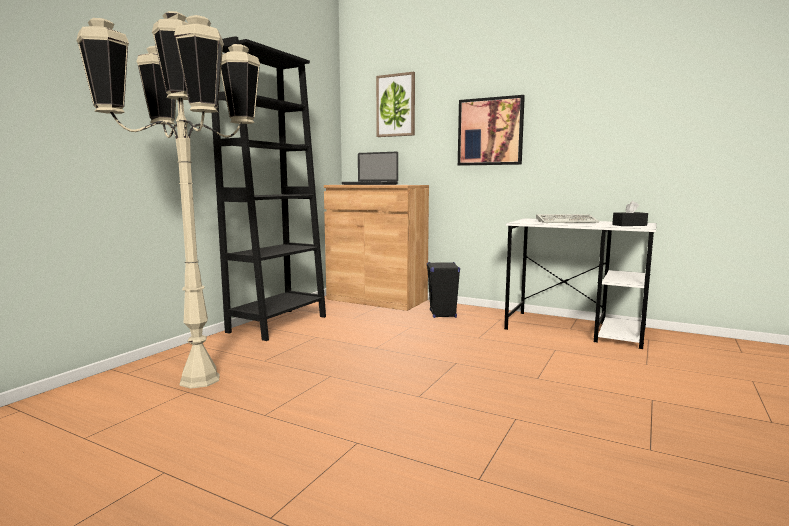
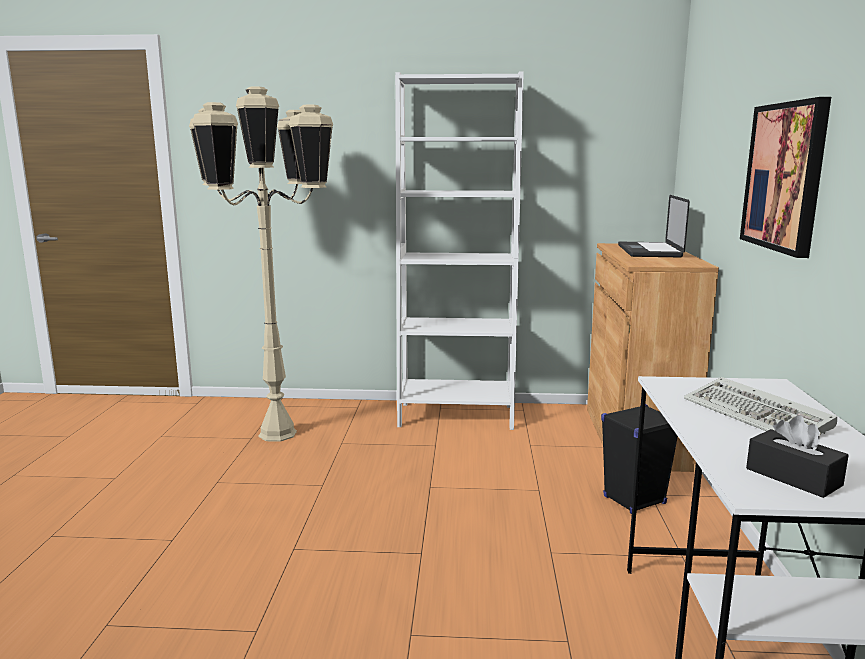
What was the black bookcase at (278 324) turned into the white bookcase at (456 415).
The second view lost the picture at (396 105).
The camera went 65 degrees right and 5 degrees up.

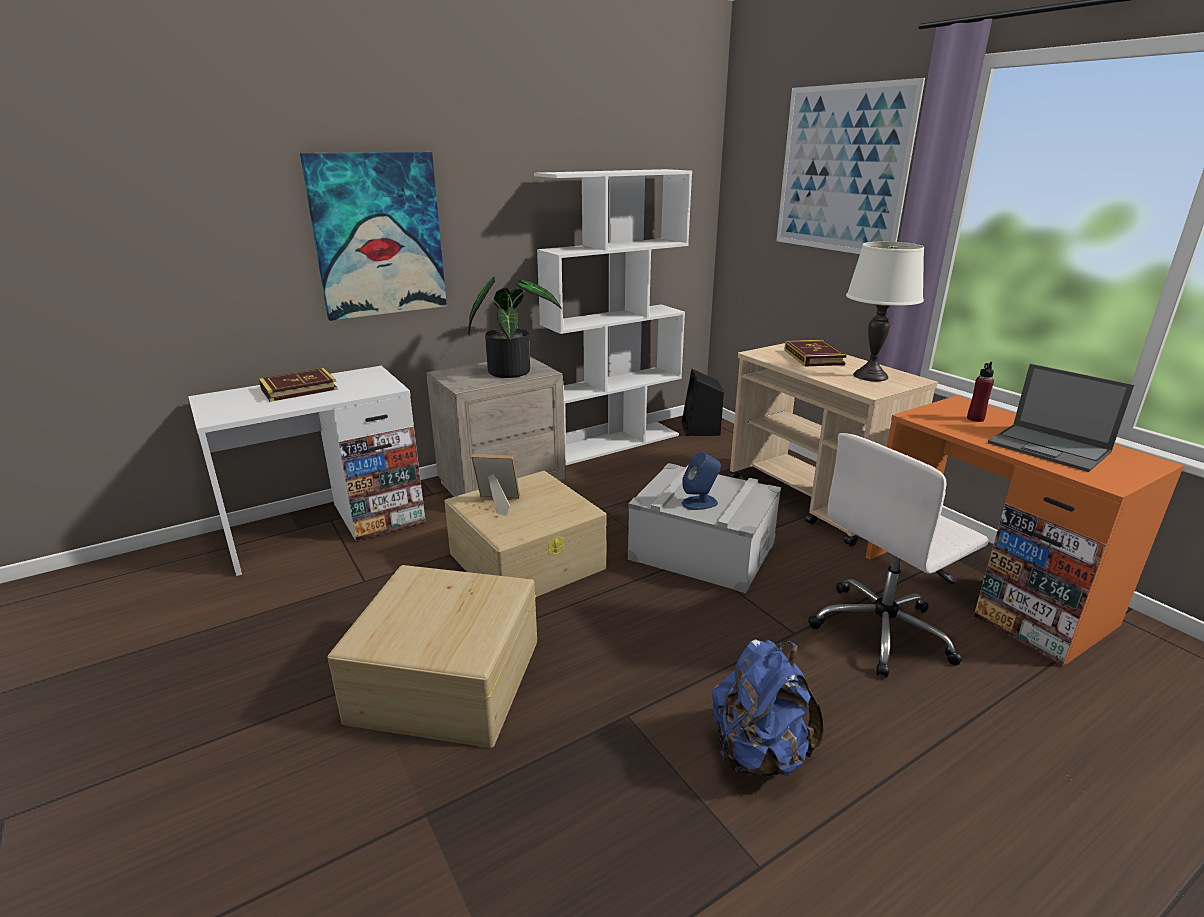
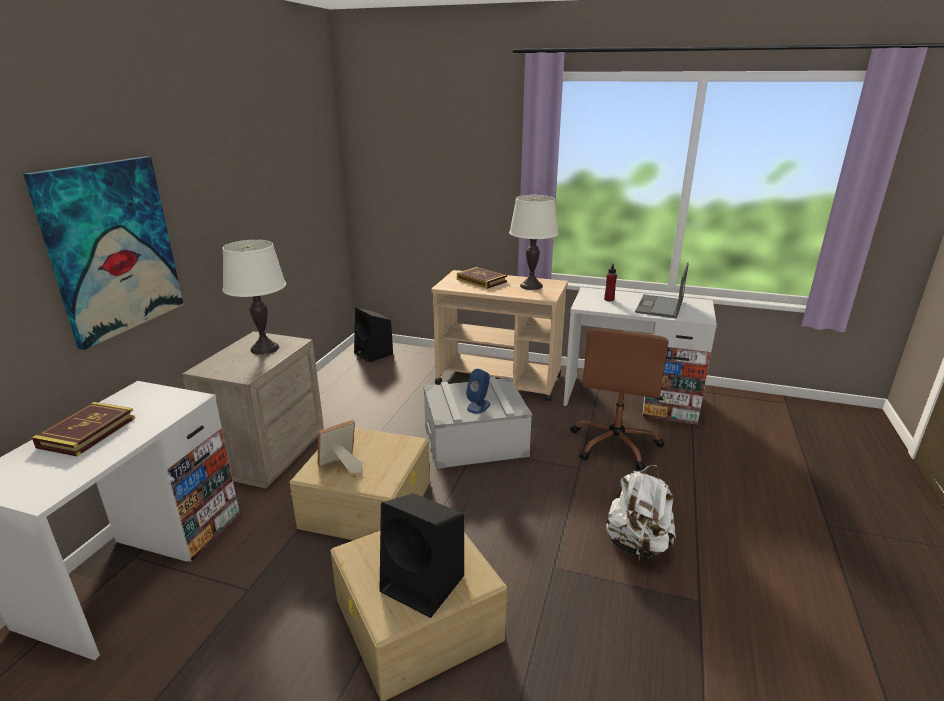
Where the potted plant stood at (512 370), the white table lamp came to stand at (264 348).
The second view gained the black speaker at (425 584).
What was the orange desk at (984 588) turned into the white desk at (630 399).
What was the white office chair at (883 631) turned into the brown office chair at (615 444).
What was the blue backpack at (758 754) turned into the white backpack at (637 545).
The laptop at (1050 448) ended up facing another way, 105 degrees clockwise from before.
The second view lost the white bookcase at (613 443).
The second view lost the picture at (841 170).
The camera went 40 degrees left and 0 degrees up.

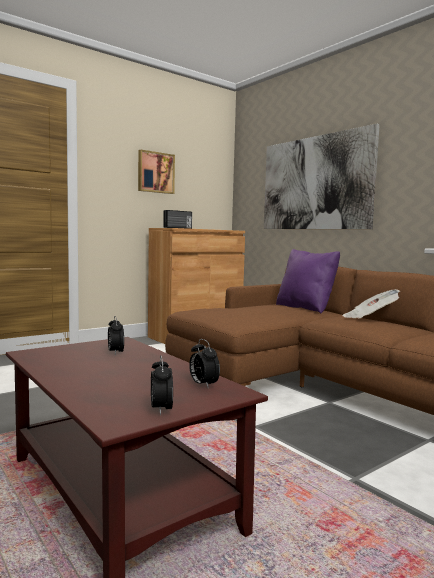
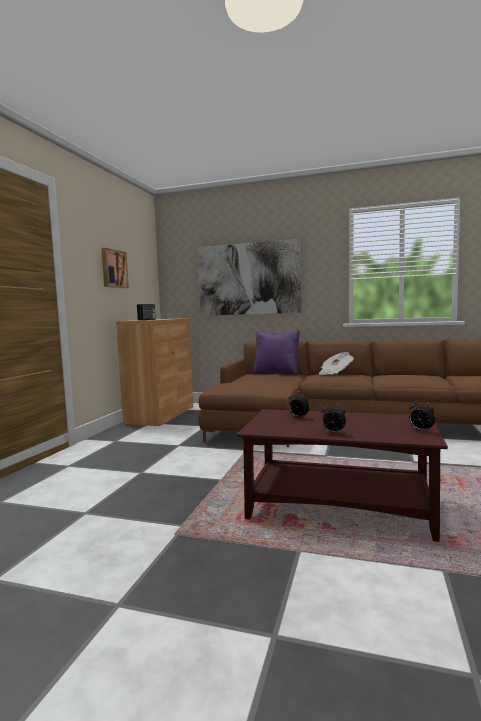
The alarm clock ended up elsewhere, having gone from (203 385) to (333 433).
The camera went 35 degrees left and 0 degrees up.

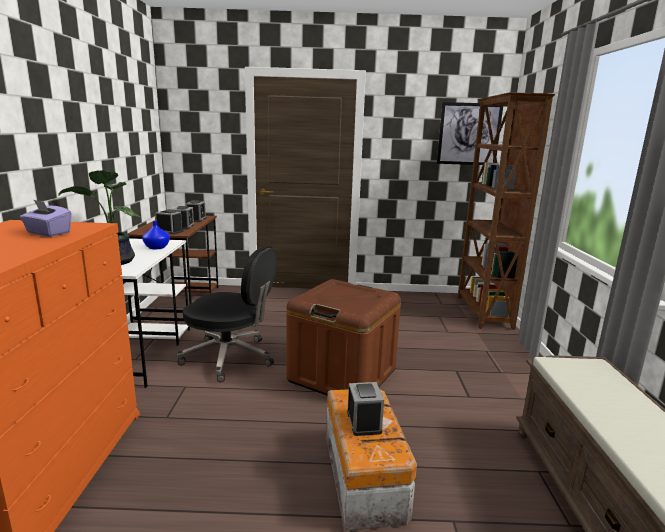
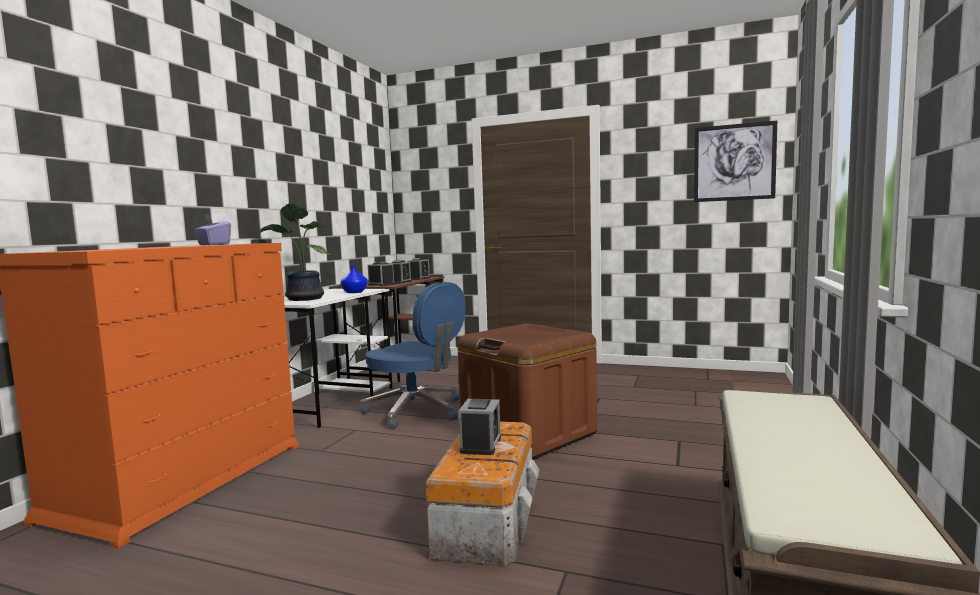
What was the black office chair at (230 357) turned into the blue office chair at (416 411).
The second view lost the brown bookcase at (483 312).
The camera went 20 degrees right and 10 degrees down.

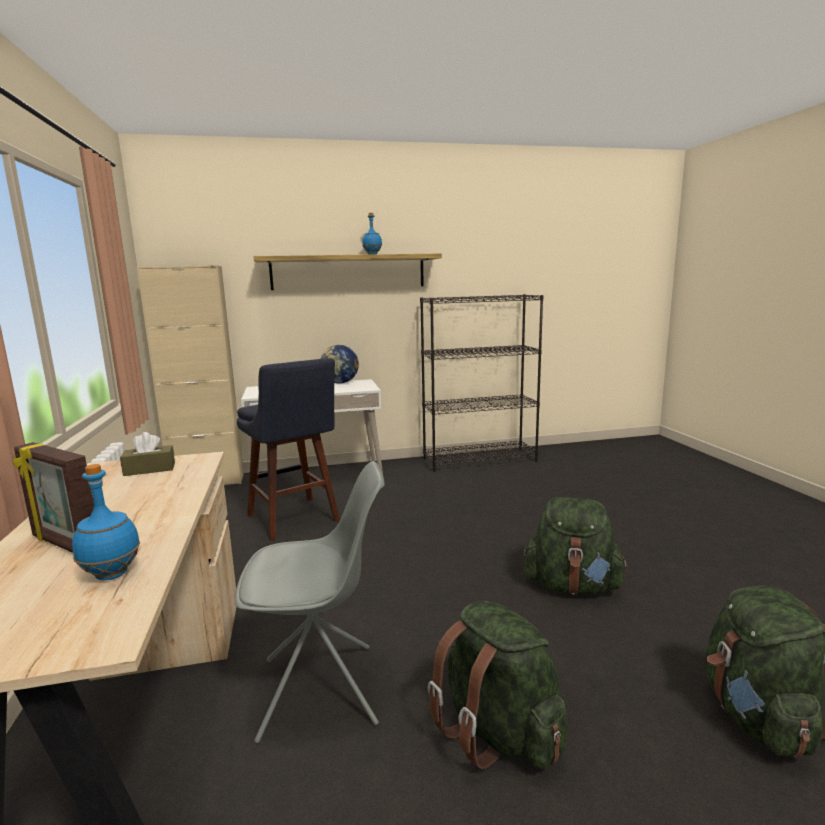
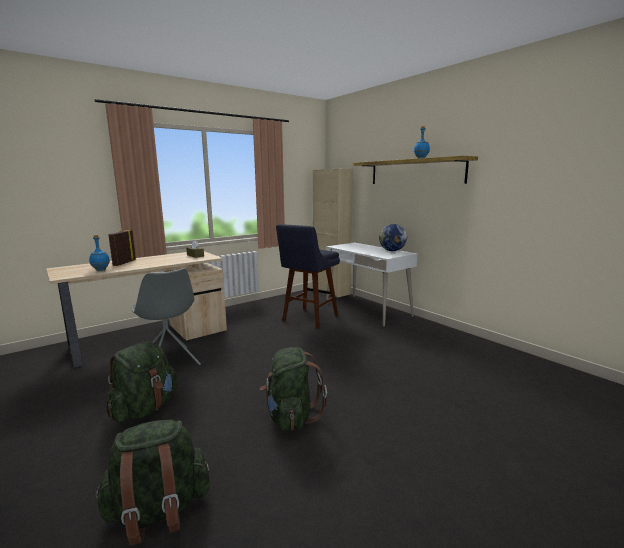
The second view lost the black bookcase at (480 459).
The camera went 65 degrees right and 0 degrees up.

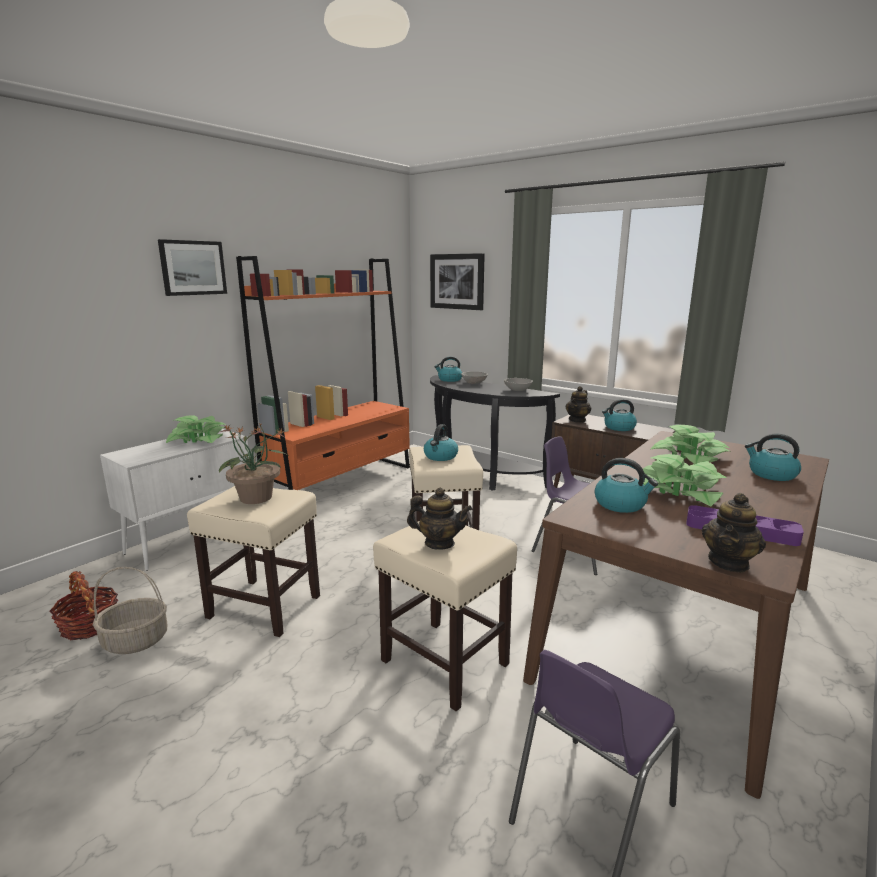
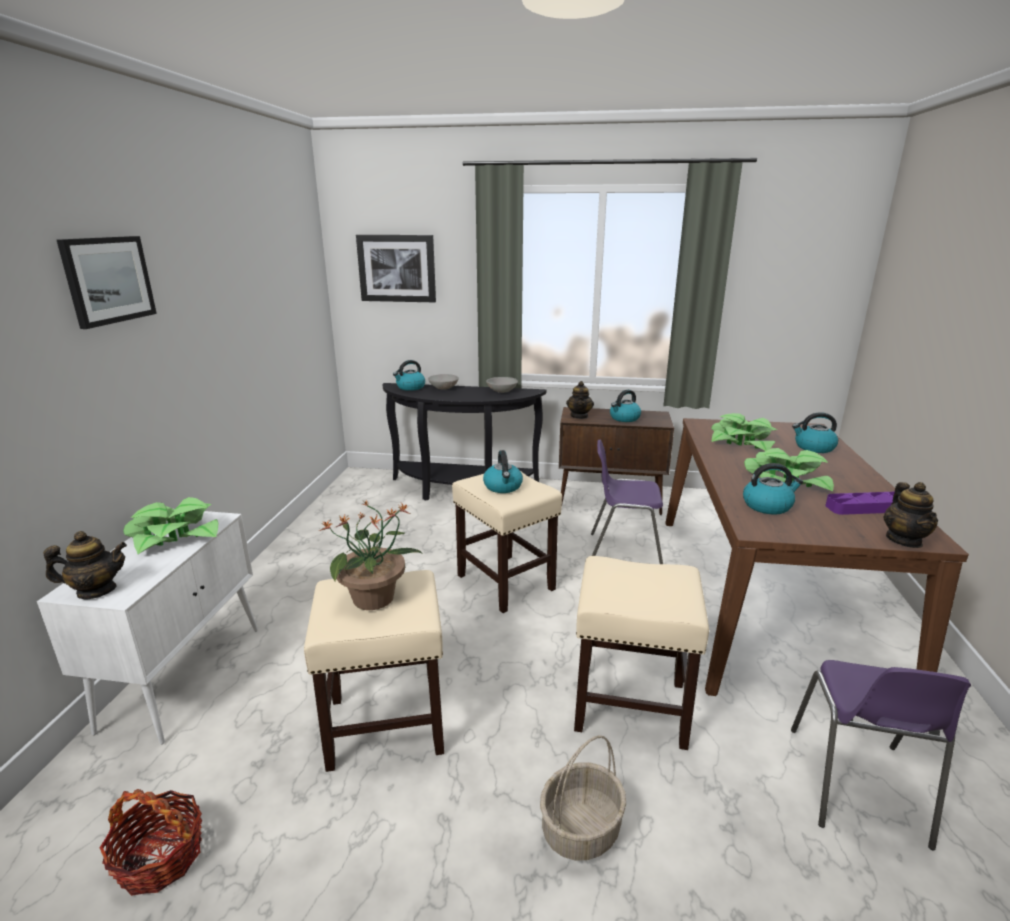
The teapot ended up elsewhere, having gone from (439 543) to (96 590).
The basket ended up elsewhere, having gone from (135 641) to (581 830).
The second view lost the orange bookcase at (341 483).
The camera went 30 degrees left and 5 degrees up.

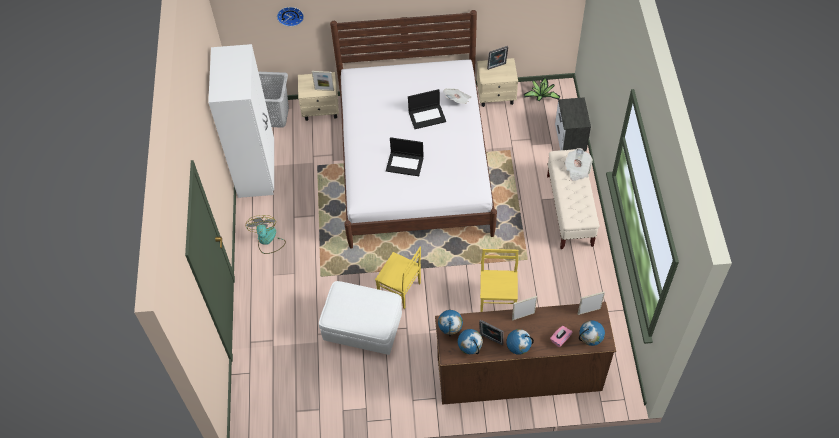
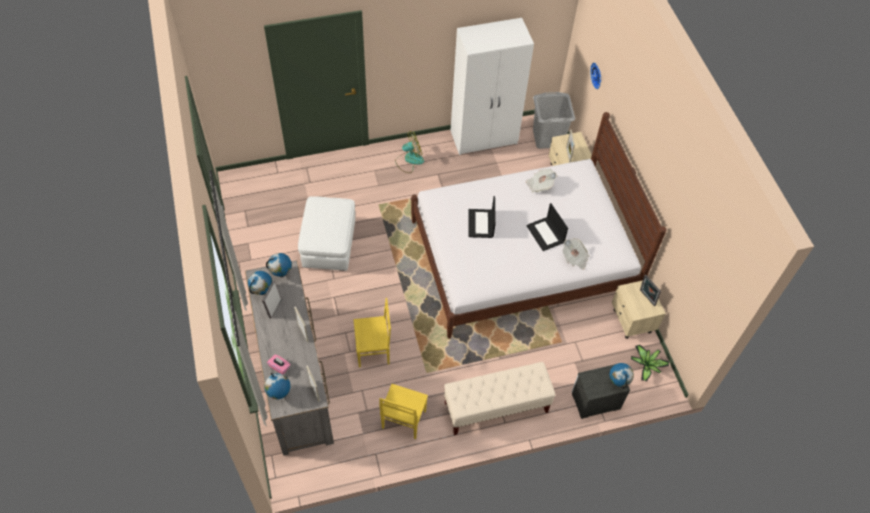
What was the brown dresser at (518 374) turned into the grey dresser at (294 377).
The yellow chair ended up elsewhere, having gone from (400 290) to (403 420).
The newspaper ended up elsewhere, having gone from (577 169) to (539 185).
The globe ended up elsewhere, having gone from (518 350) to (618 382).
The camera went 75 degrees right and 0 degrees up.

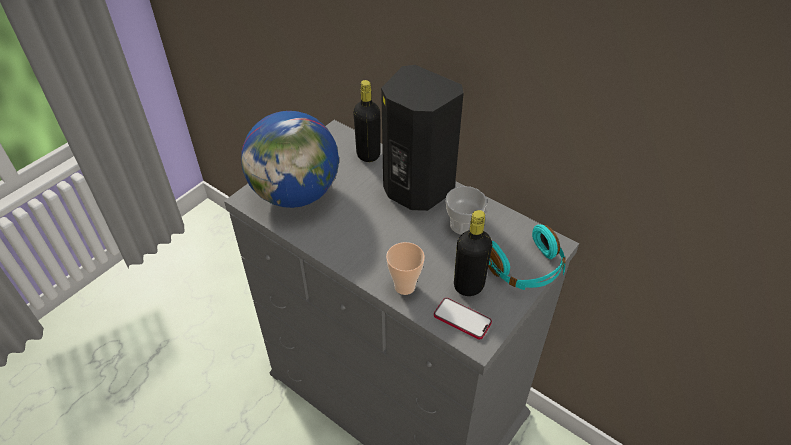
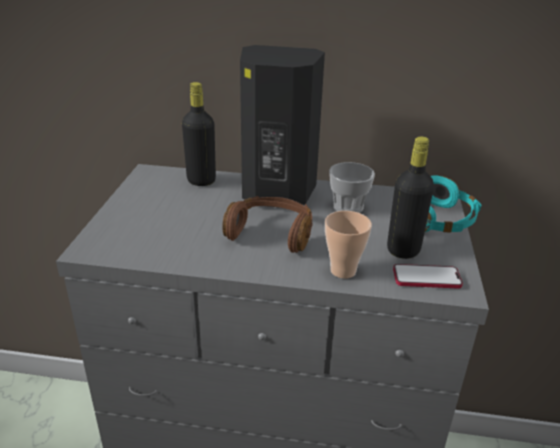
The second view gained the brown headphones at (271 233).
The second view lost the globe at (296 194).
The camera went 30 degrees left and 15 degrees down.

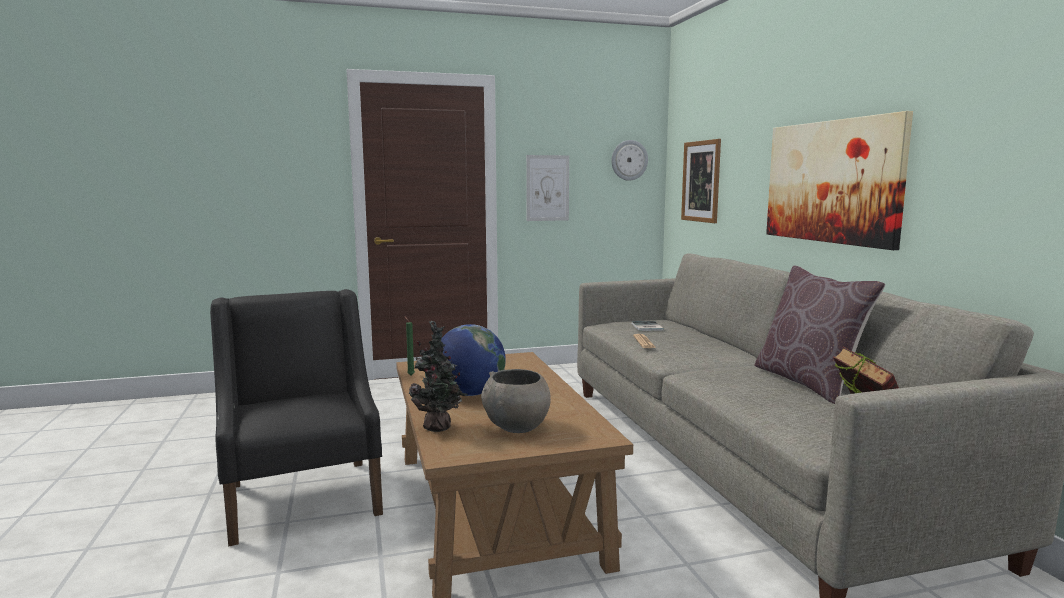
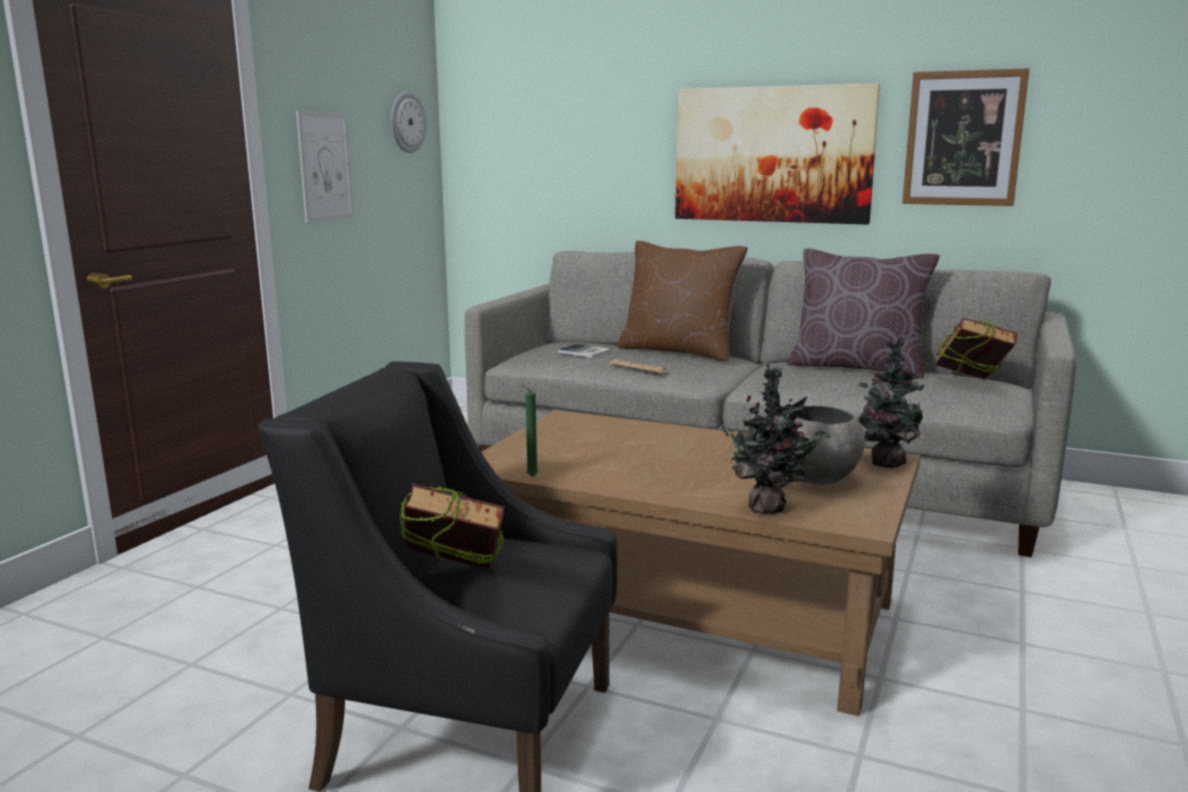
The second view gained the book at (455 584).
The second view gained the brown pillow at (679 351).
The second view gained the potted plant at (884 463).
The picture ended up elsewhere, having gone from (701 181) to (963 138).
The second view lost the globe at (470 394).
The camera went 50 degrees left and 5 degrees up.

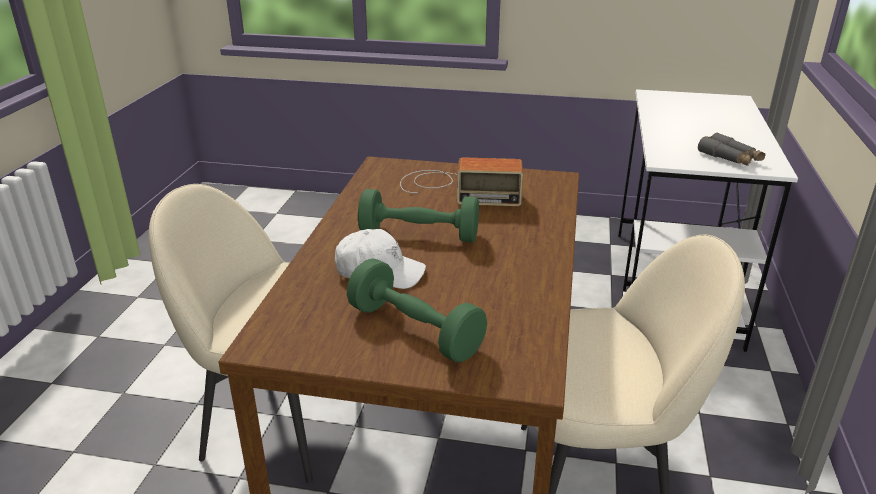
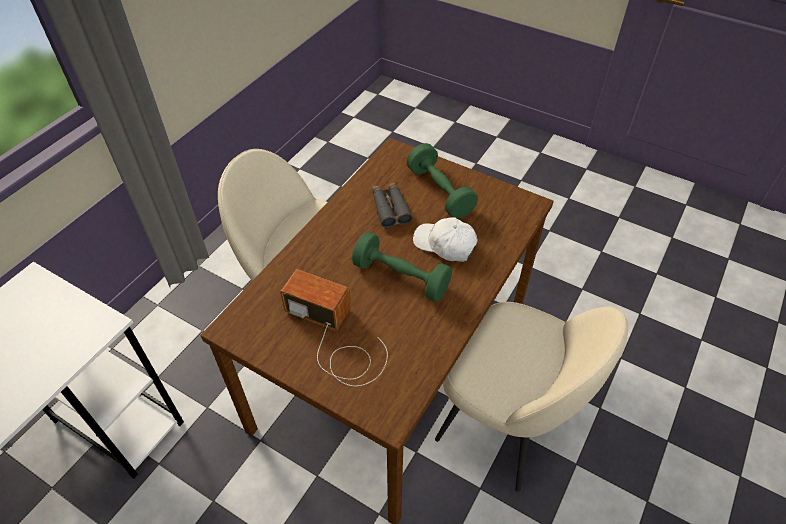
The grey binoculars ended up elsewhere, having gone from (730 158) to (390 208).
The camera went 160 degrees left and 20 degrees up.

